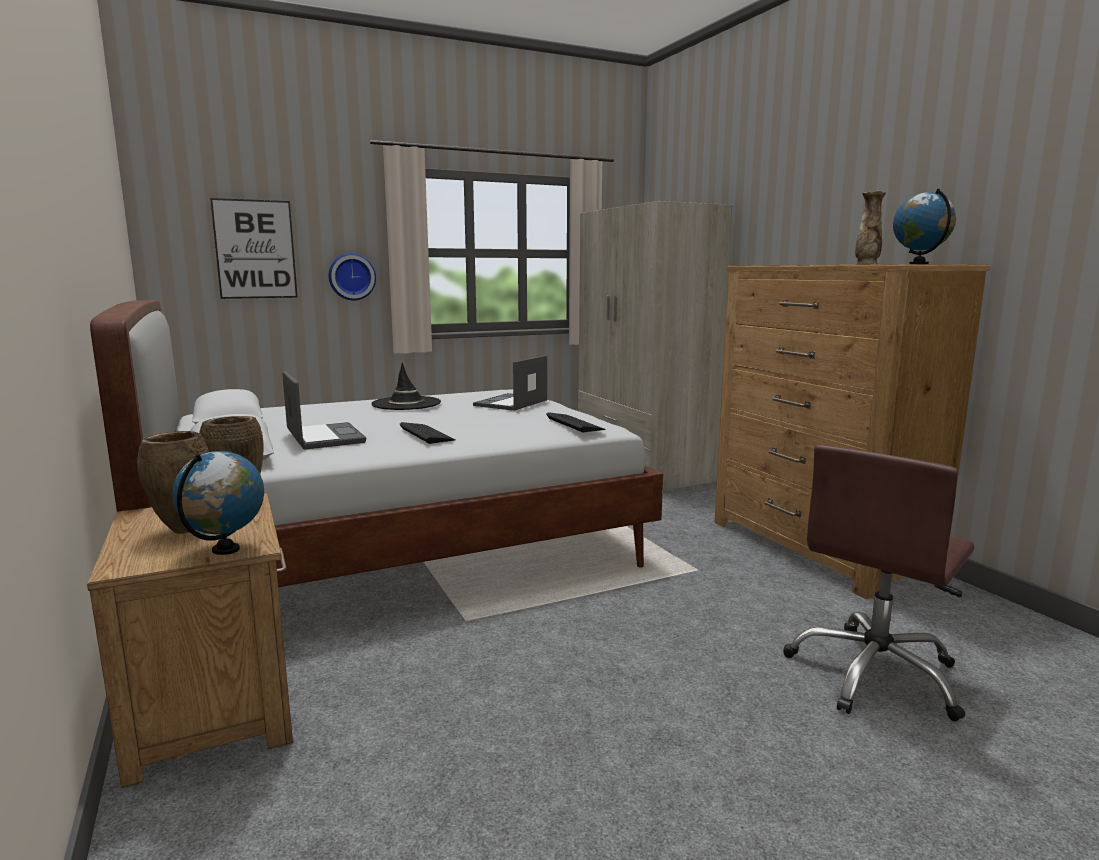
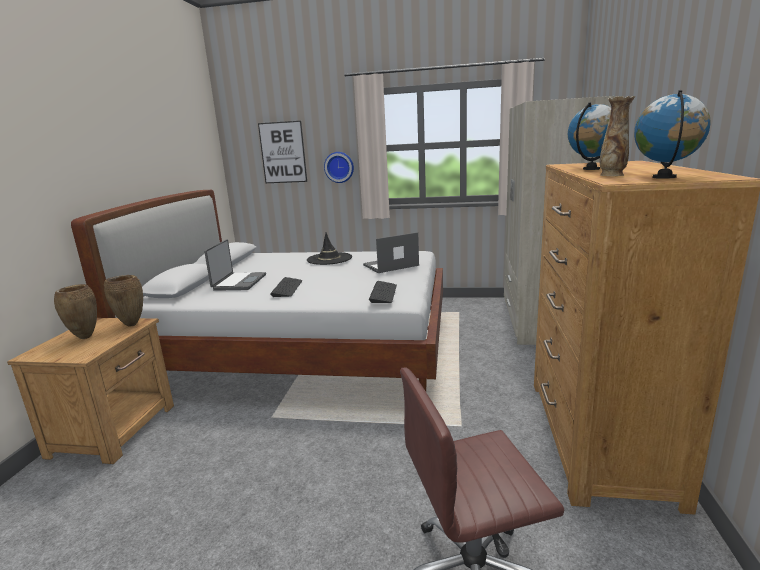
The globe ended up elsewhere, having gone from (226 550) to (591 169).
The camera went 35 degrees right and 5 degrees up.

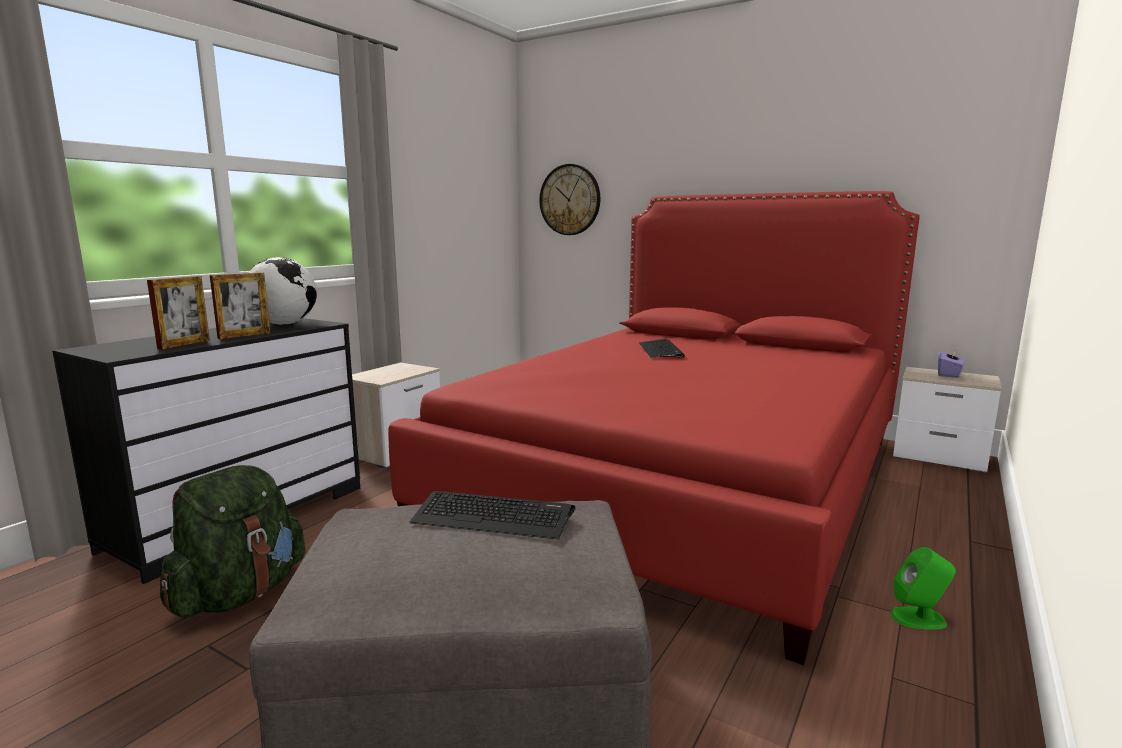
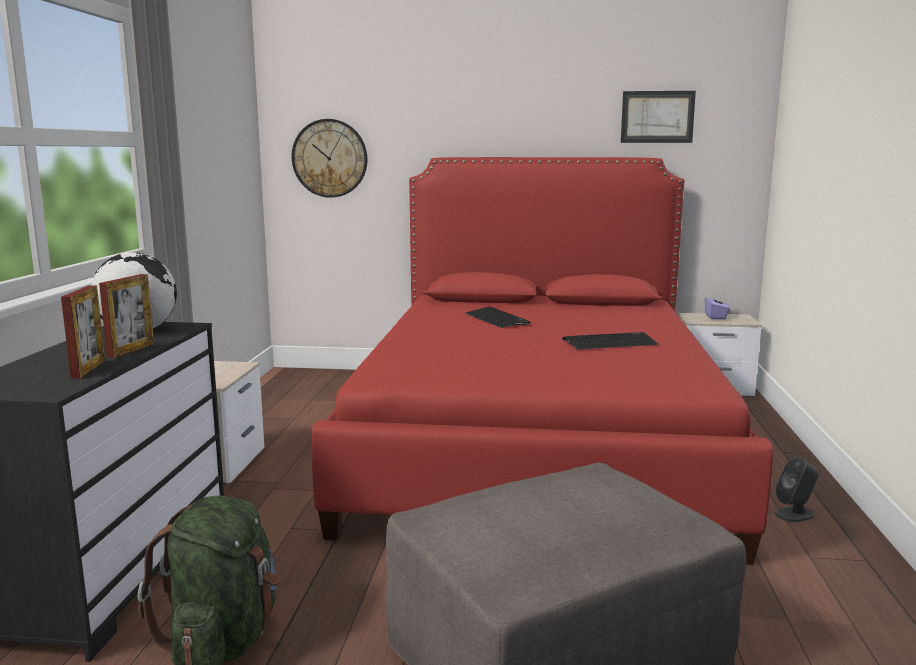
The keyboard ended up elsewhere, having gone from (493 516) to (610 342).
The second view gained the picture at (657 117).
What was the green speaker at (919 618) turned into the grey speaker at (795 514).
The camera went 25 degrees left and 0 degrees up.

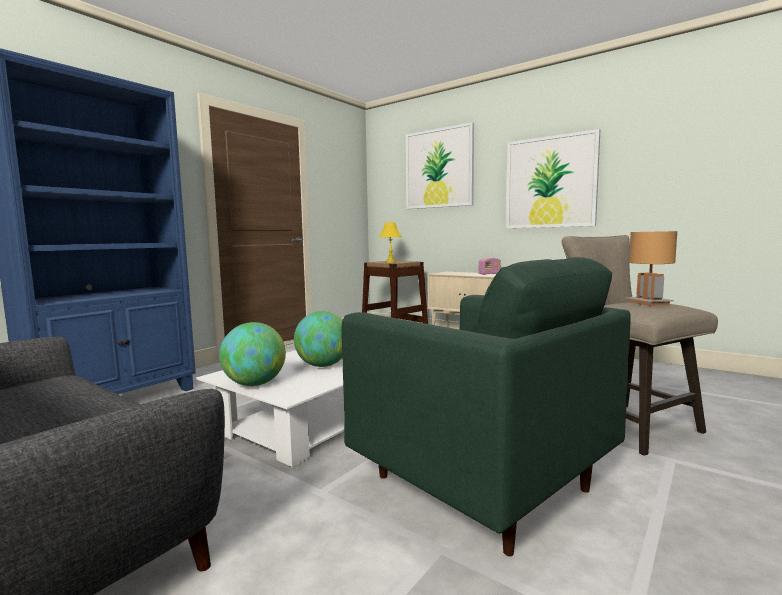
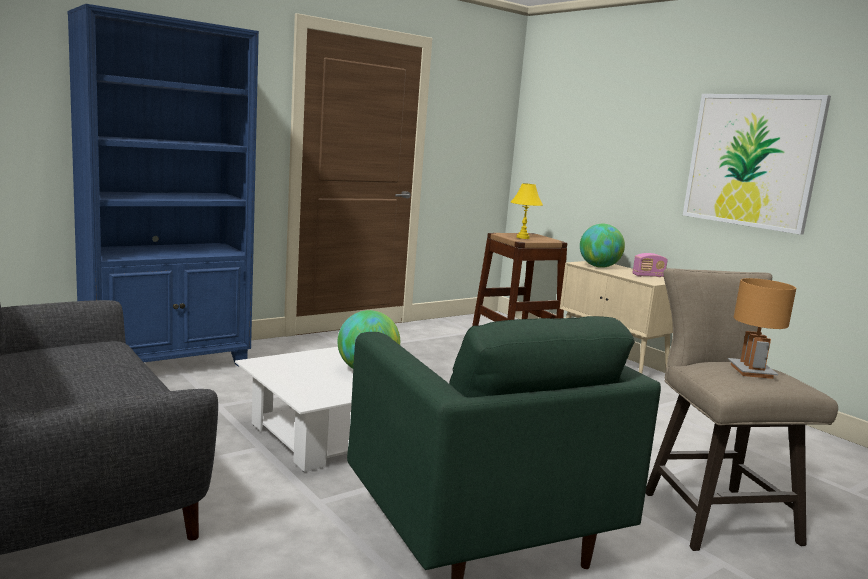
The globe ended up elsewhere, having gone from (254 384) to (599 267).
The second view lost the picture at (439 168).
The camera went 15 degrees right and 5 degrees up.

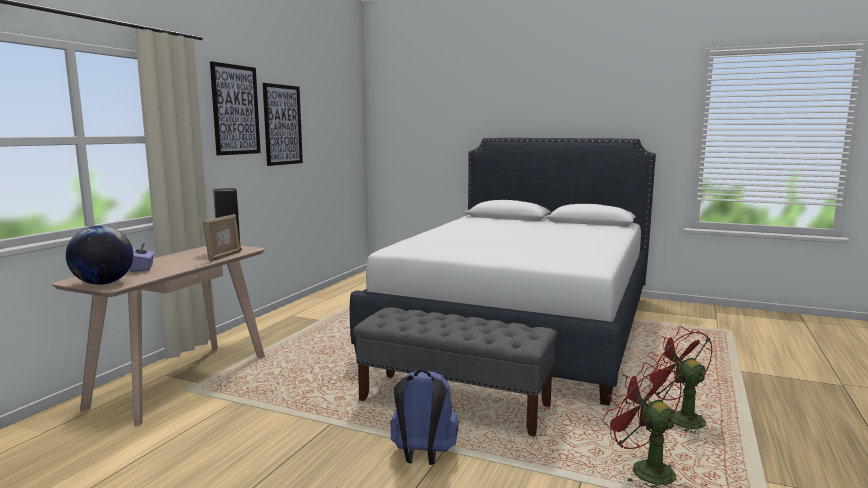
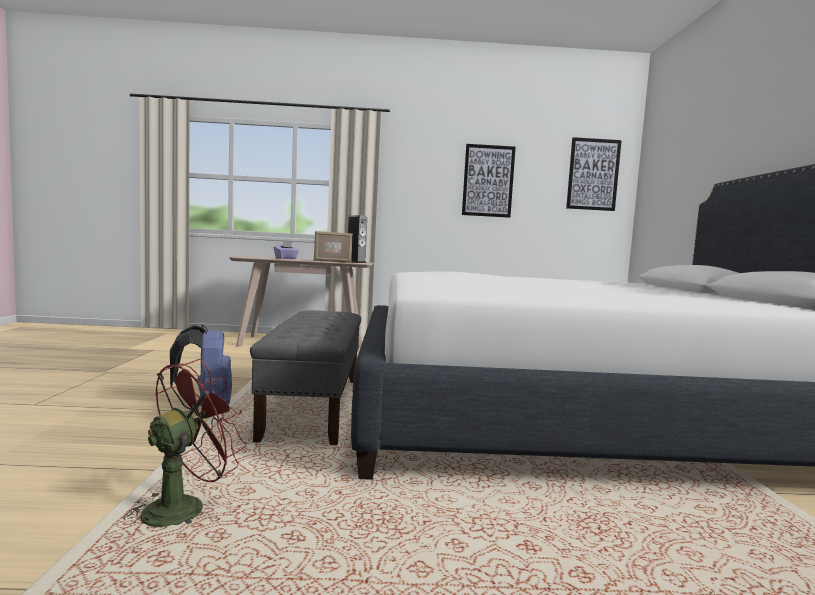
The picture ended up elsewhere, having gone from (235 110) to (593 174).
The second view lost the globe at (103 283).
The second view lost the red fan at (678 418).
The camera went 65 degrees right and 5 degrees down.

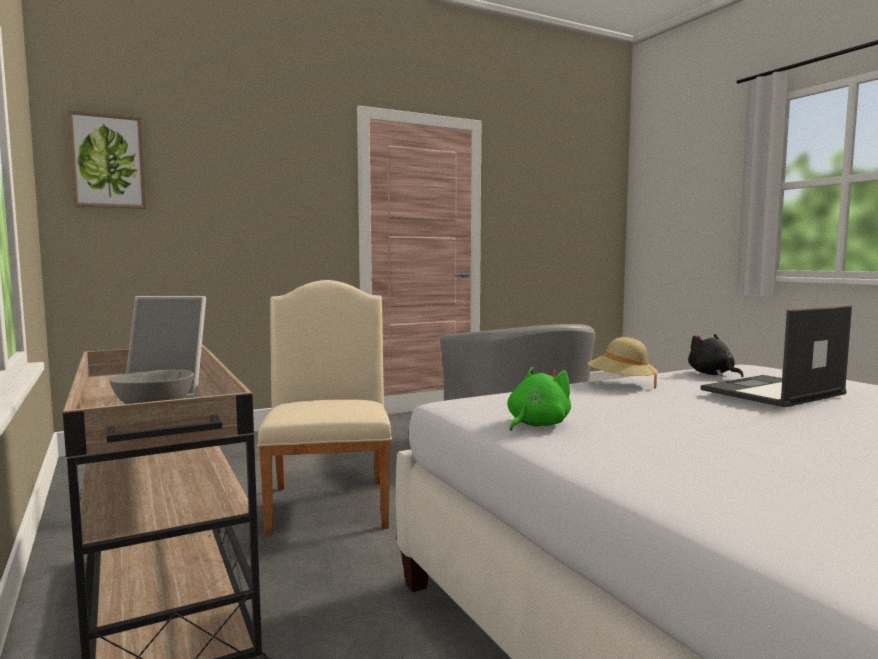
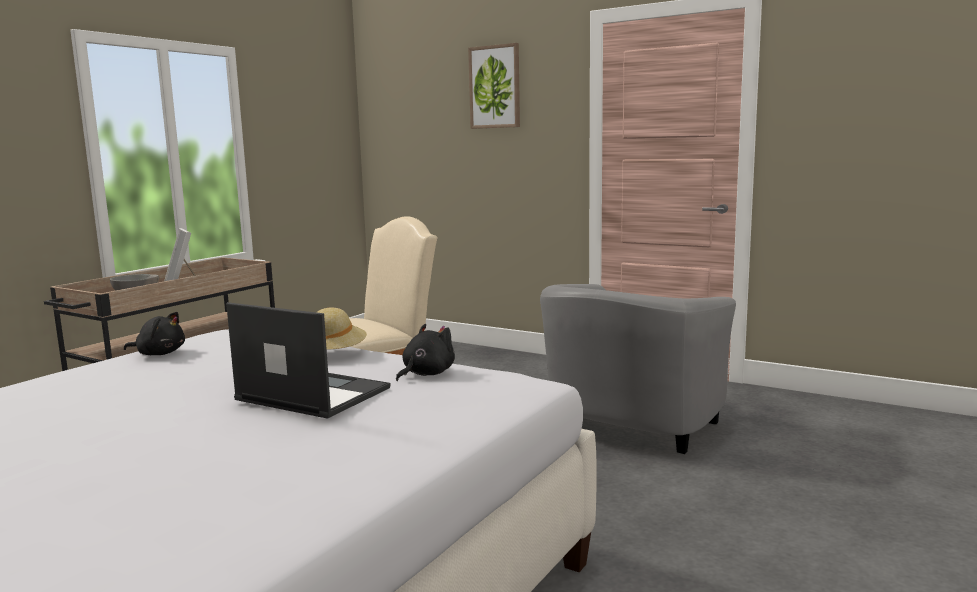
What was the green plush toy at (536 424) turned into the black plush toy at (159 354).
The picture ended up elsewhere, having gone from (108 161) to (495 87).
The camera went 60 degrees right and 5 degrees up.

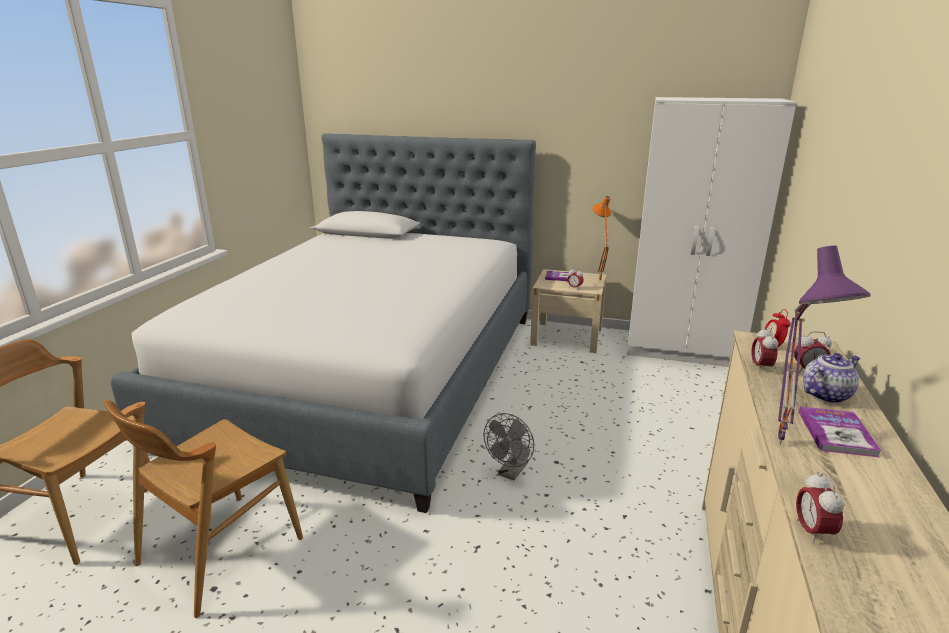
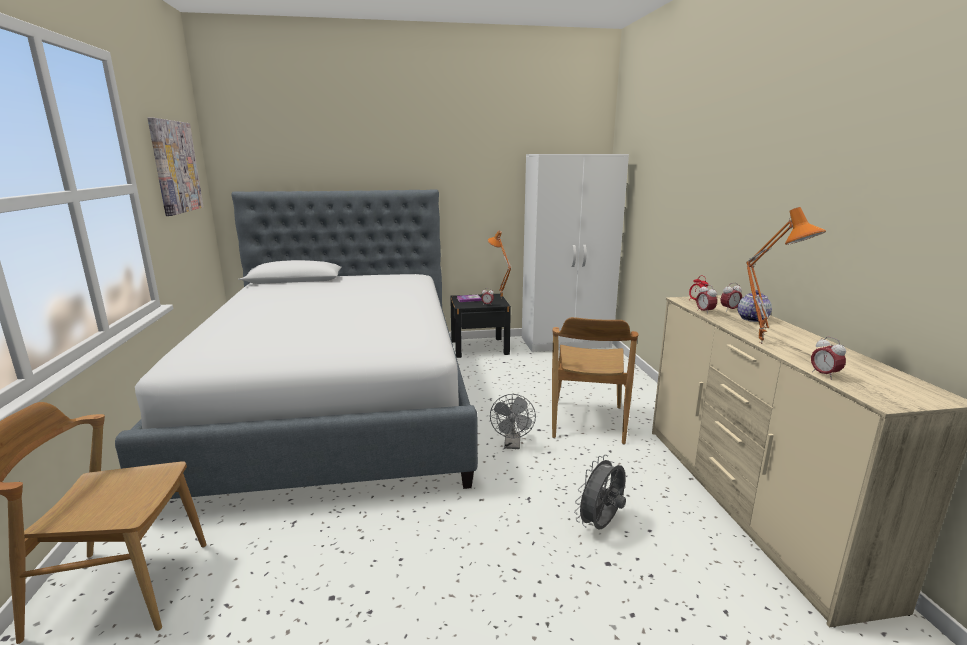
The second view gained the picture at (175 167).
What was the beige nightstand at (566 337) turned into the black nightstand at (479 347).
The brown chair ended up elsewhere, having gone from (220 551) to (587 422).
The second view gained the grey fan at (601 525).
What was the purple table lamp at (784 444) turned into the orange table lamp at (763 343).
The second view lost the book at (836 433).
The camera went 25 degrees left and 5 degrees down.

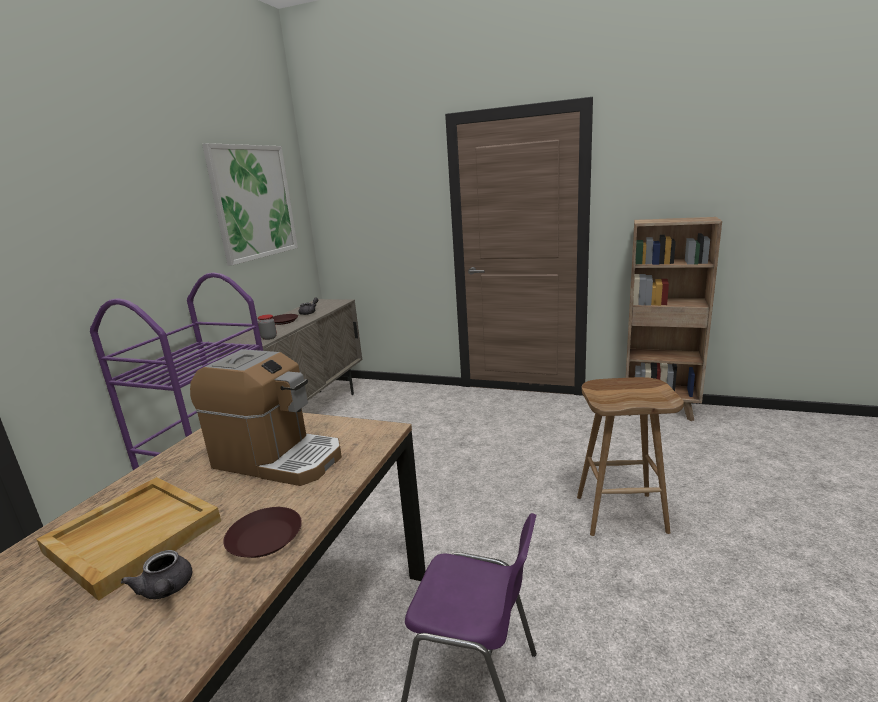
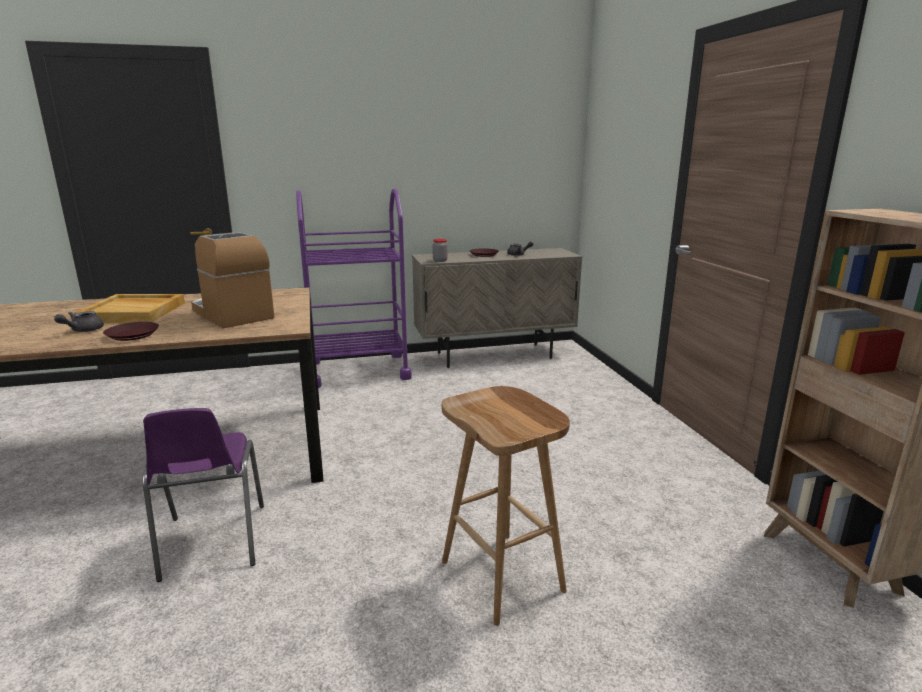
The coffee machine at (278 459) ended up facing another way, 150 degrees clockwise from before.
The second view lost the picture at (253 202).
The camera went 55 degrees right and 0 degrees up.

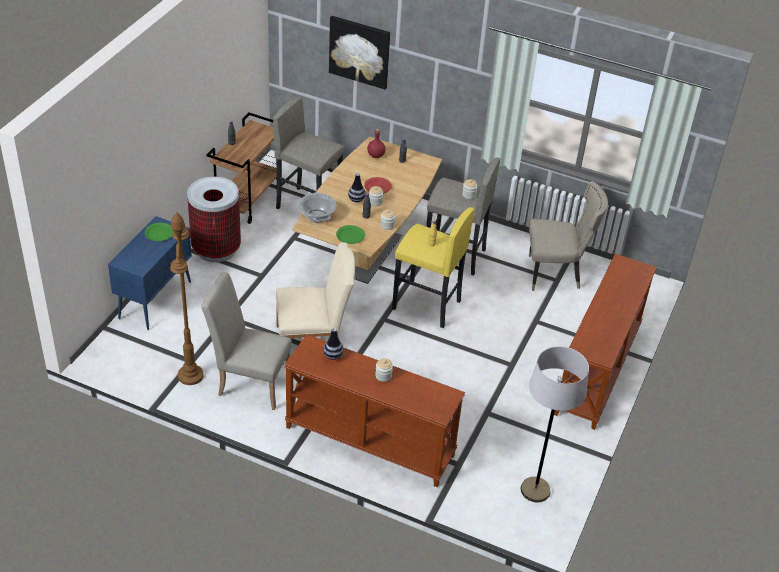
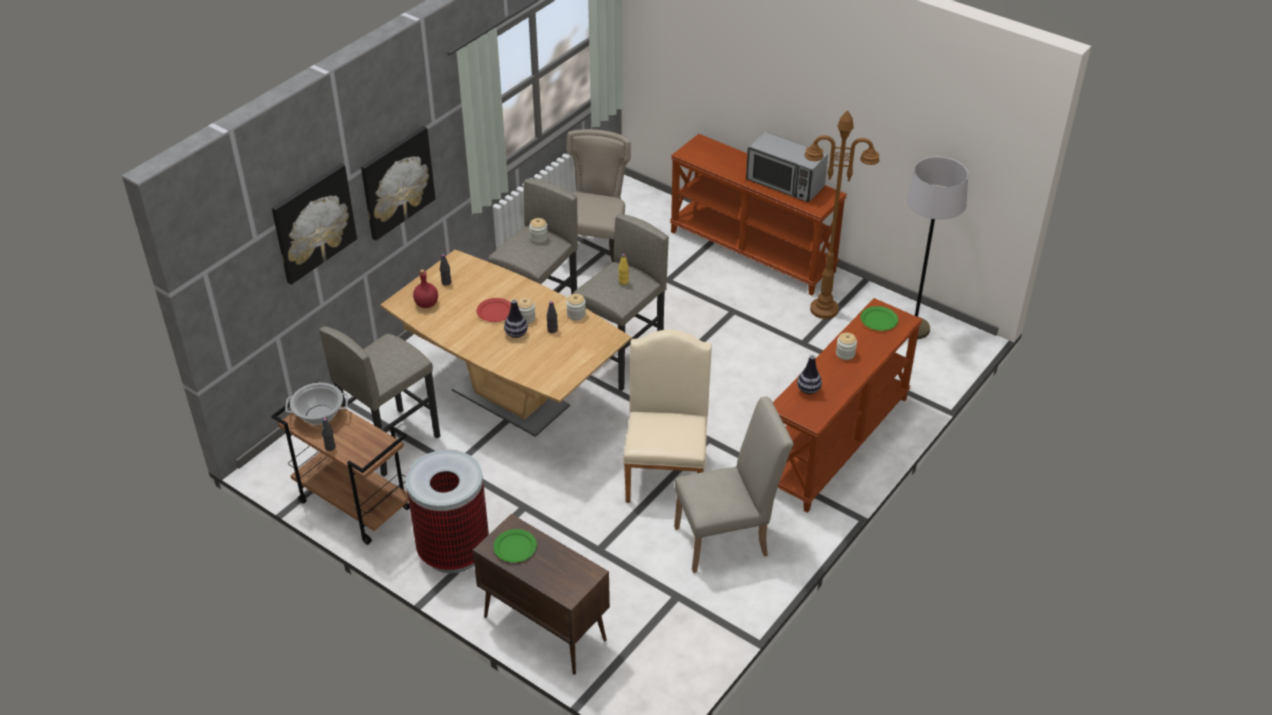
The cooking pot ended up elsewhere, having gone from (317 216) to (319 415).
The second view gained the picture at (397 182).
What was the blue cabinet at (155 299) turned into the brown cabinet at (543 628).
What was the yellow stool at (426 305) turned into the grey stool at (621 361).
The beige chair at (249 383) ended up facing another way, 135 degrees counterclockwise from before.
The second view gained the microwave at (785 183).
The brown floor lamp ended up elsewhere, having gone from (190 375) to (823 309).
The green plate ended up elsewhere, having gone from (350 236) to (879 320).
The camera went 75 degrees left and 0 degrees up.

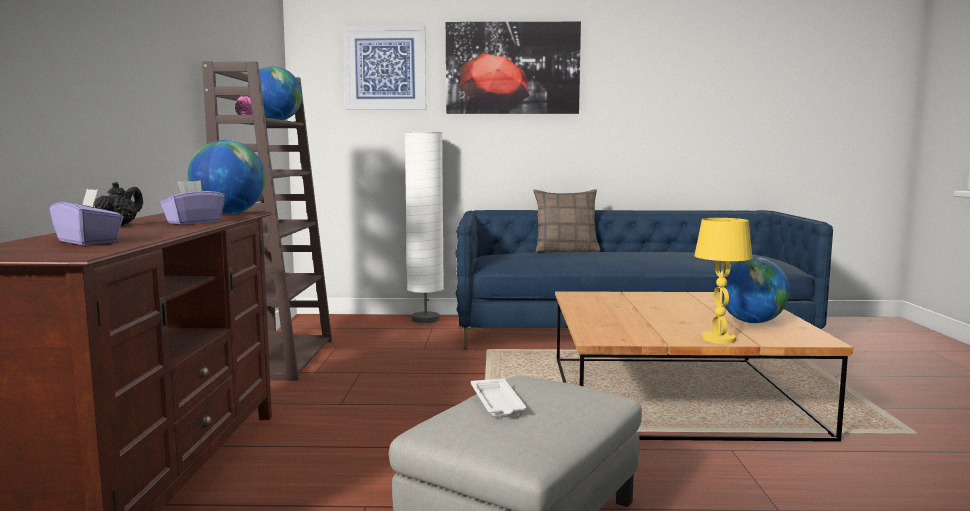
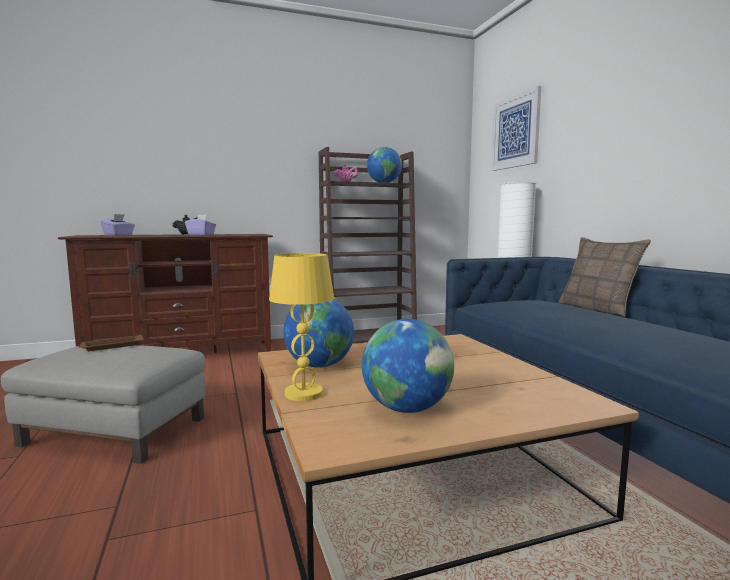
What was the white tray at (497 403) turned into the brown tray at (111 346).
The globe ended up elsewhere, having gone from (228 214) to (319 365).
The second view lost the picture at (512 68).
The camera went 70 degrees right and 0 degrees up.

